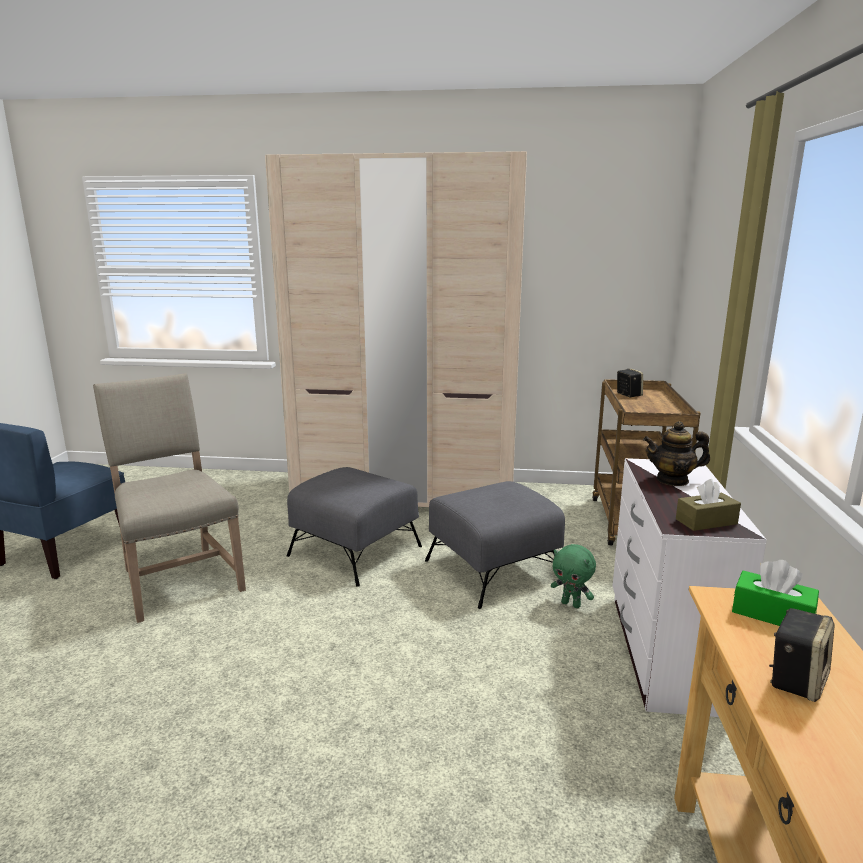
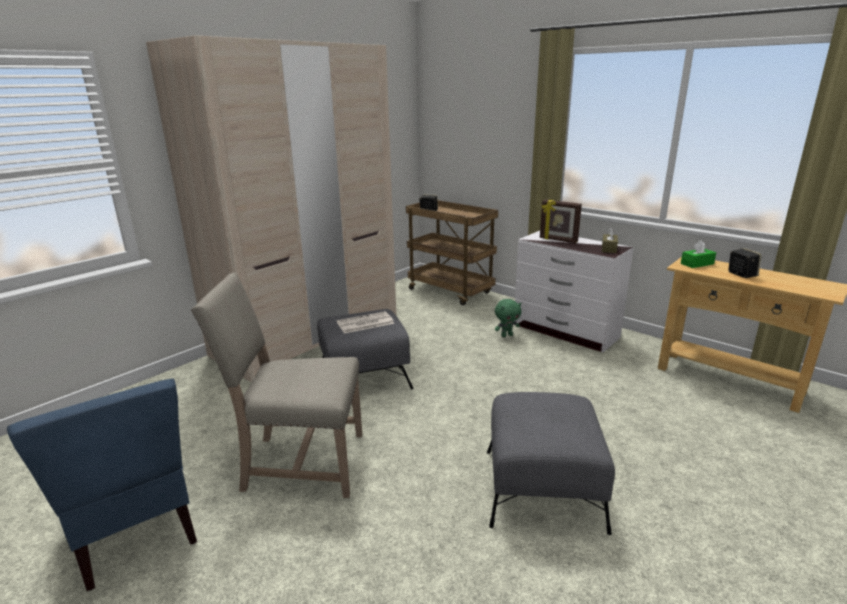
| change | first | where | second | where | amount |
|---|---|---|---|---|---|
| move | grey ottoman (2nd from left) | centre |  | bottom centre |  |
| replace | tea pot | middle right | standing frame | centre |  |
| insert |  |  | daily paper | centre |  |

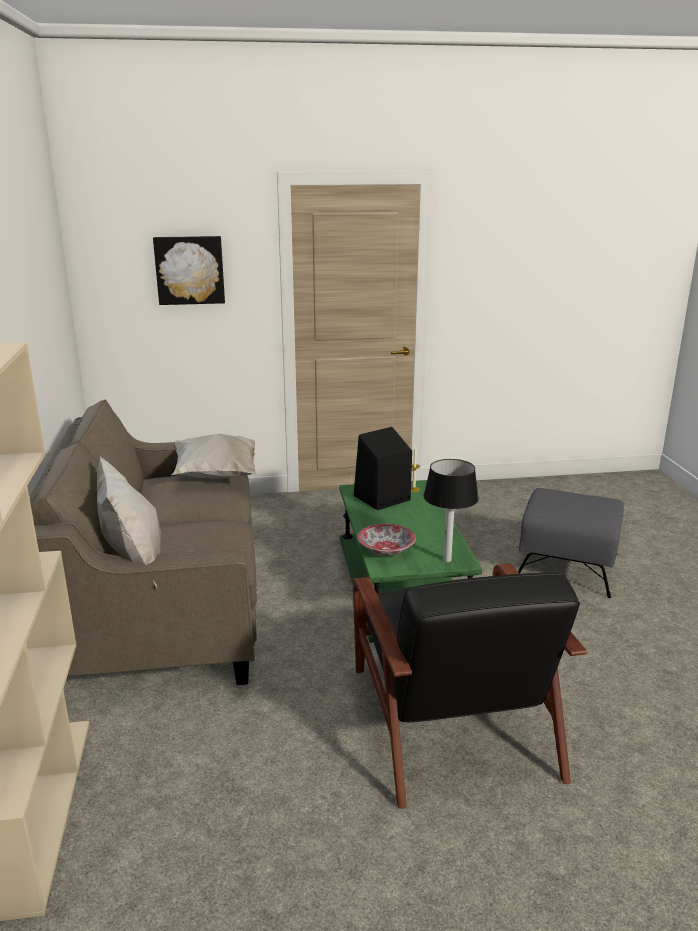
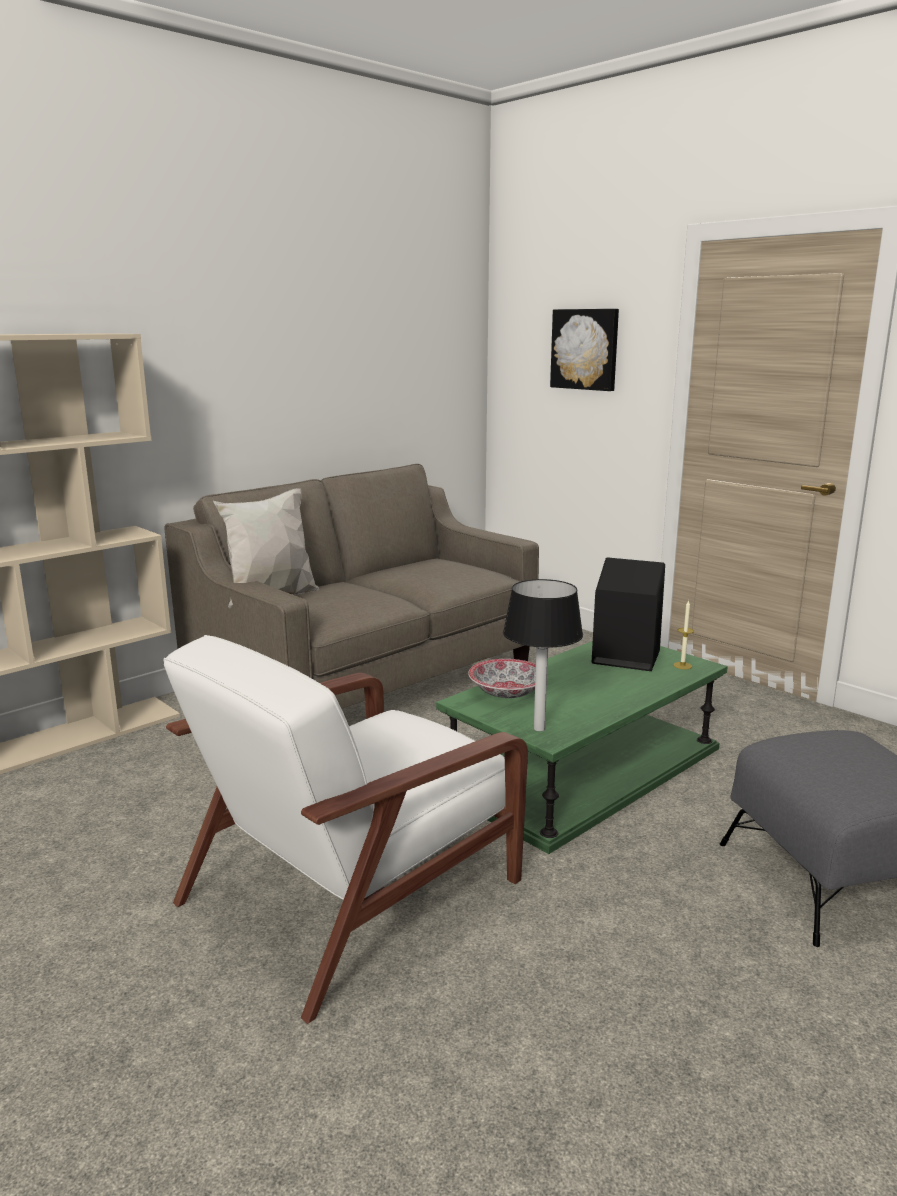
| change | first | where | second | where | amount |
|---|---|---|---|---|---|
| delete | whitish pillow (2nd from left) | middle left |  |  |  |
| recolor | blackish lounge chair | bottom right | whitish lounge chair | bottom centre |  |

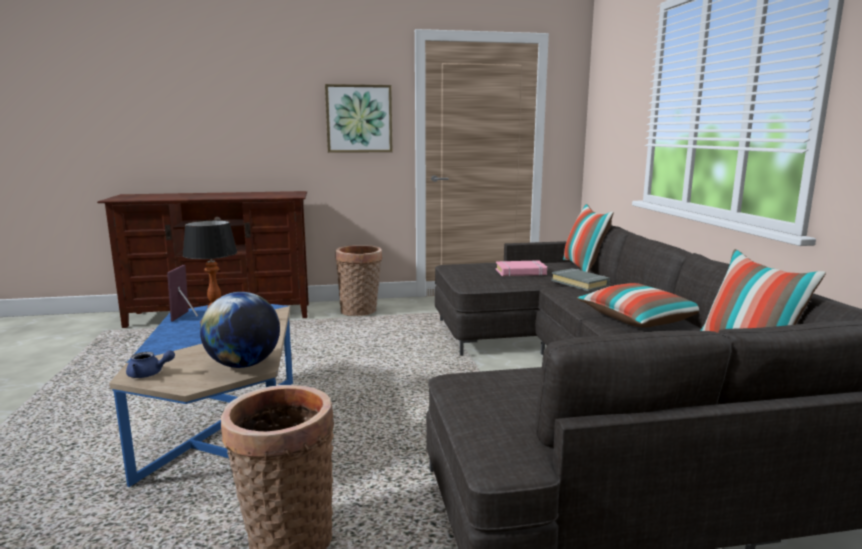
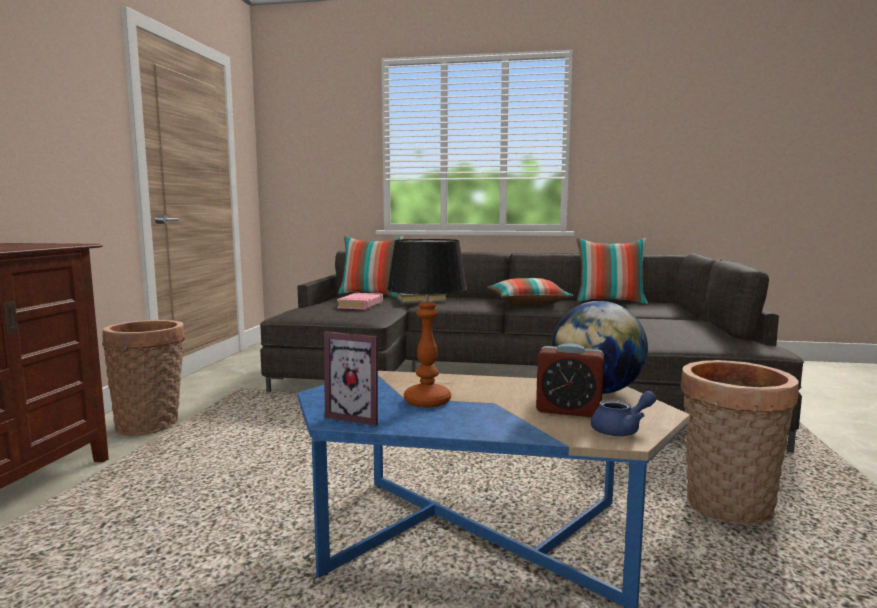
| change | first | where | second | where | amount |
|---|---|---|---|---|---|
| rotate | blue-coloured tea pot | middle left |  | bottom right | 45 degrees clockwise |
| delete | wall picture | top centre |  |  |  |
| insert |  |  | alarm clock | centre |  |

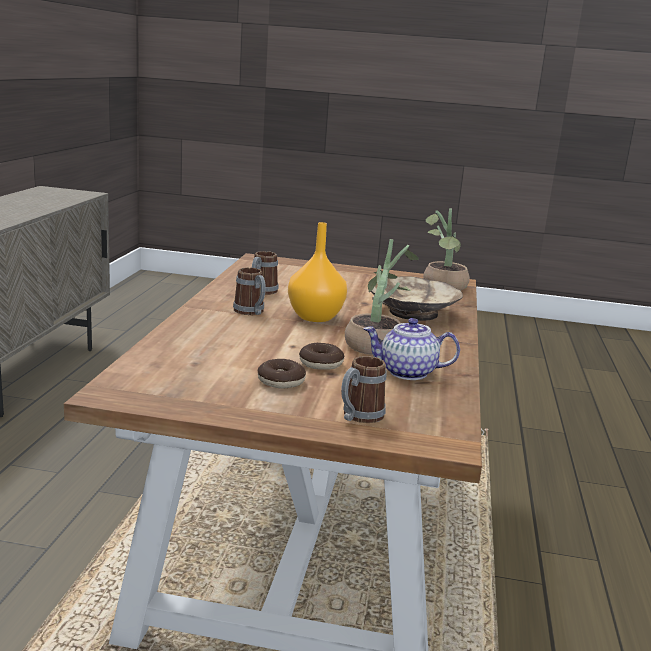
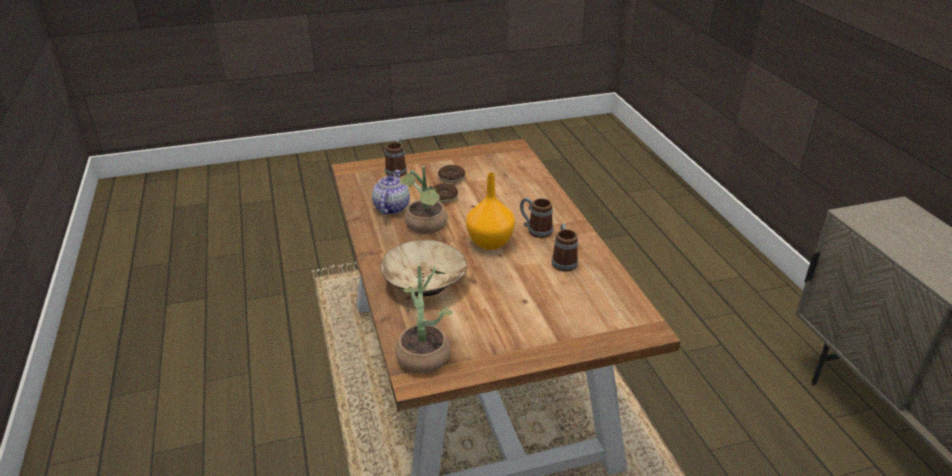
| change | first | where | second | where | amount |
|---|---|---|---|---|---|
| rotate | tea pot | centre |  | centre | 60 degrees counterclockwise |

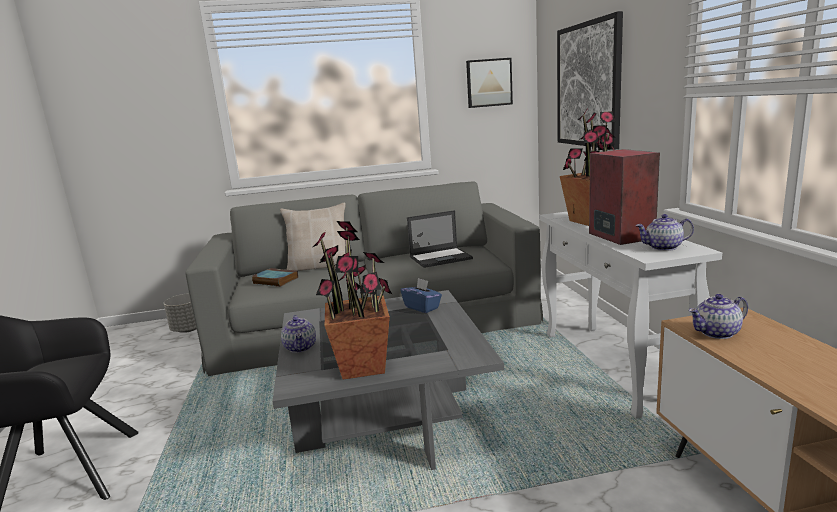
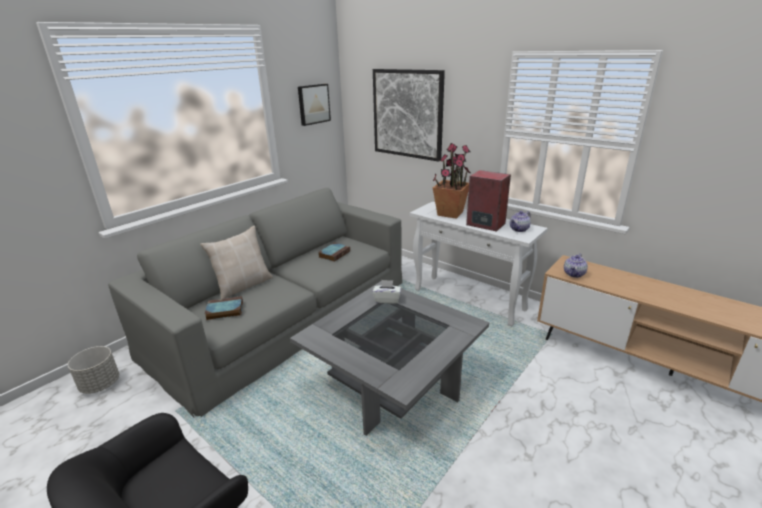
| change | first | where | second | where | amount |
|---|---|---|---|---|---|
| delete | tea pot (1st from left) | centre |  |  |  |
| delete | potted plant (1st from left) | centre |  |  |  |
| recolor | blue-coloured tissue holder | centre | whitish tissue holder | centre |  |
| replace | laptop | centre | book (2nd from left) | centre |  |

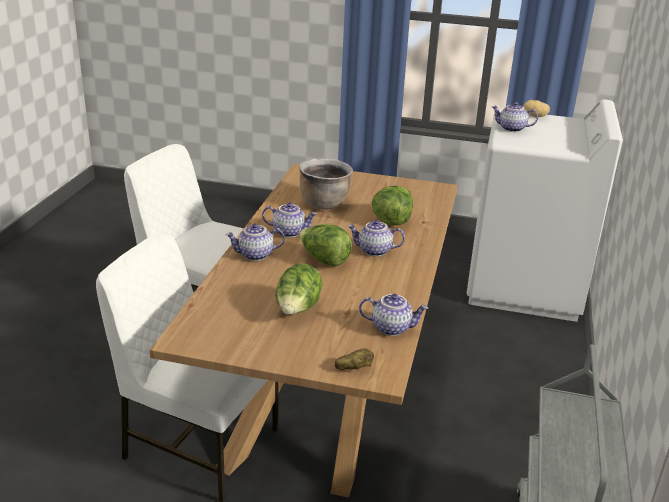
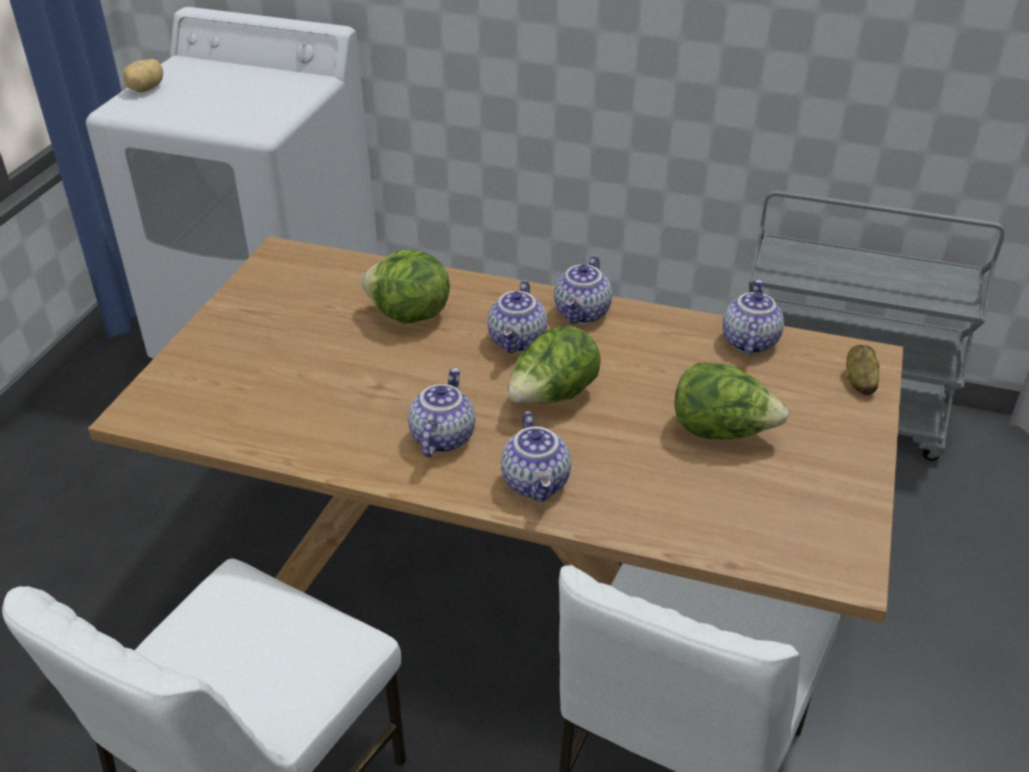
| change | first | where | second | where | amount |
|---|---|---|---|---|---|
| delete | brown-coloured cooking pot | centre |  |  |  |
| move | tea pot (5th from left in the first image) | top right | tea pot (4th from left) | centre |  |

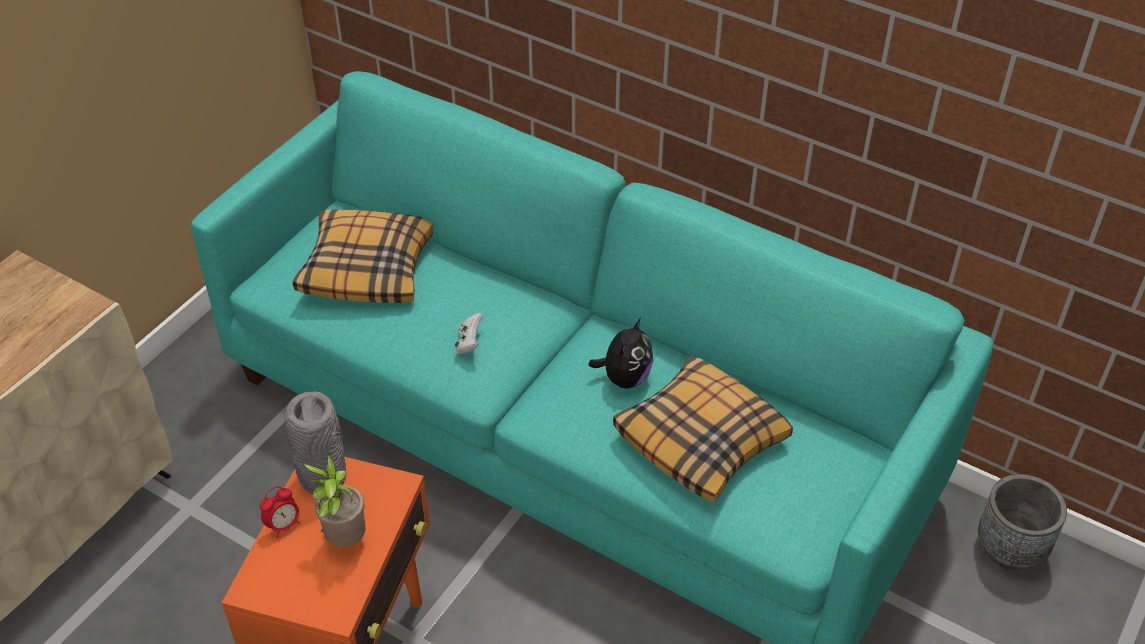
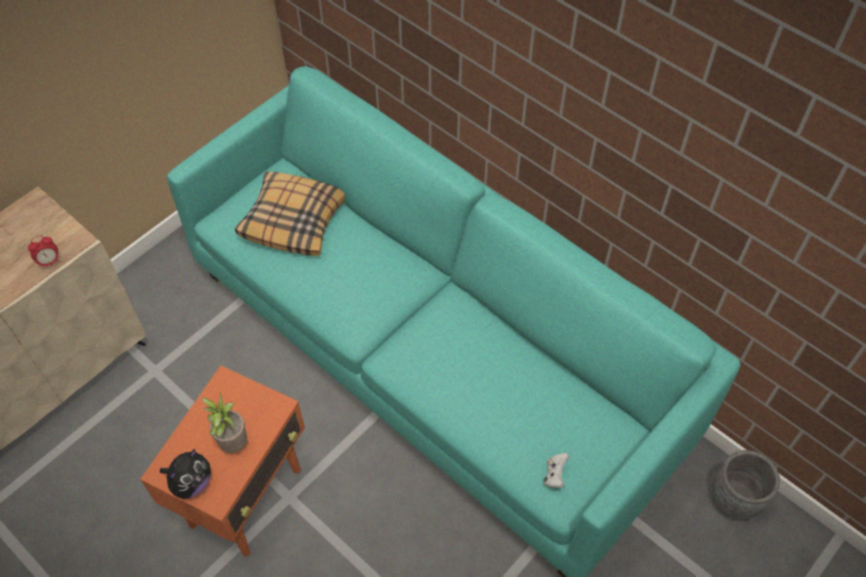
| change | first | where | second | where | amount |
|---|---|---|---|---|---|
| move | alarm clock | bottom left |  | middle left |  |
| delete | grey vase | bottom left |  |  |  |
| move | whitish game controller | centre |  | bottom centre |  |
| move | plush toy | centre |  | bottom left |  |
| delete | pillow (2nd from left) | centre |  |  |  |

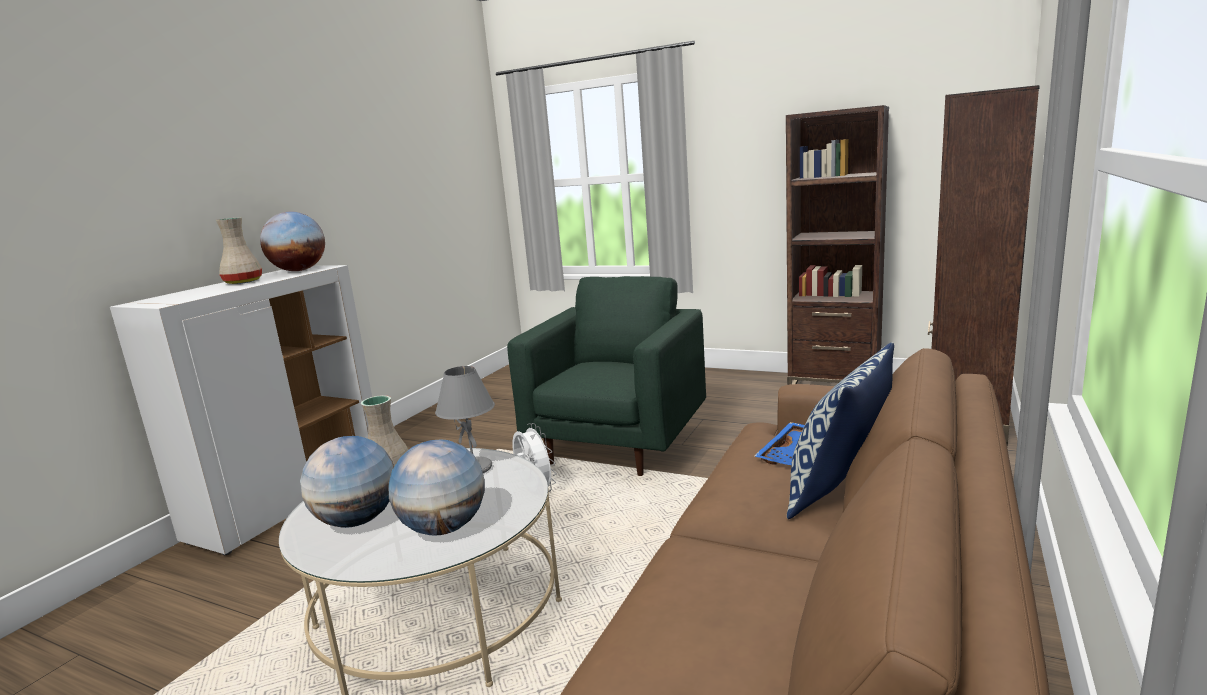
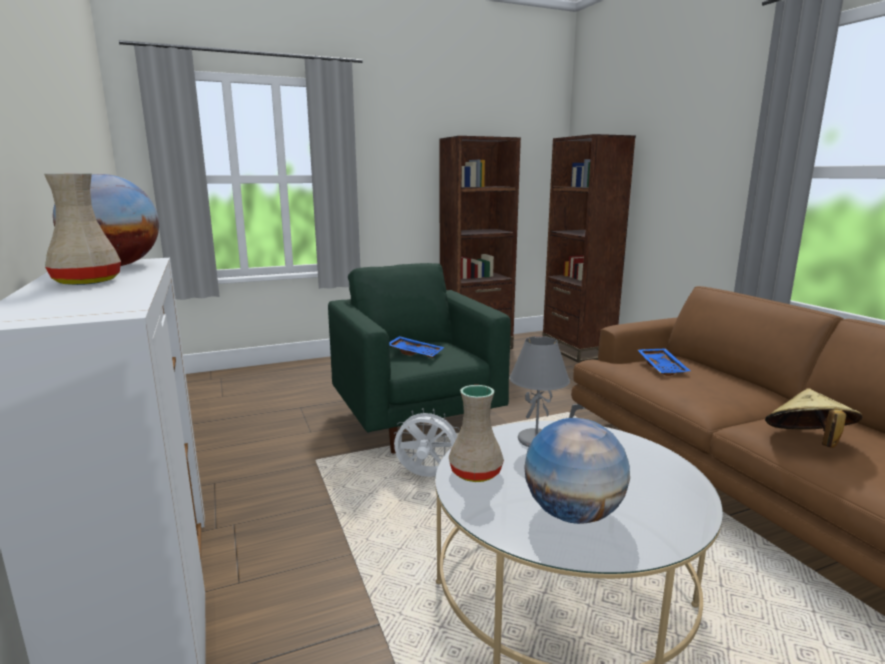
| change | first | where | second | where | amount |
|---|---|---|---|---|---|
| delete | world globe (3rd from left) | bottom centre |  |  |  |
| delete | pillow | middle right |  |  |  |
| insert |  |  | blue-coloured tray (1st from left) | centre |  |
| insert |  |  | beige-coloured wearable hat | middle right |  |

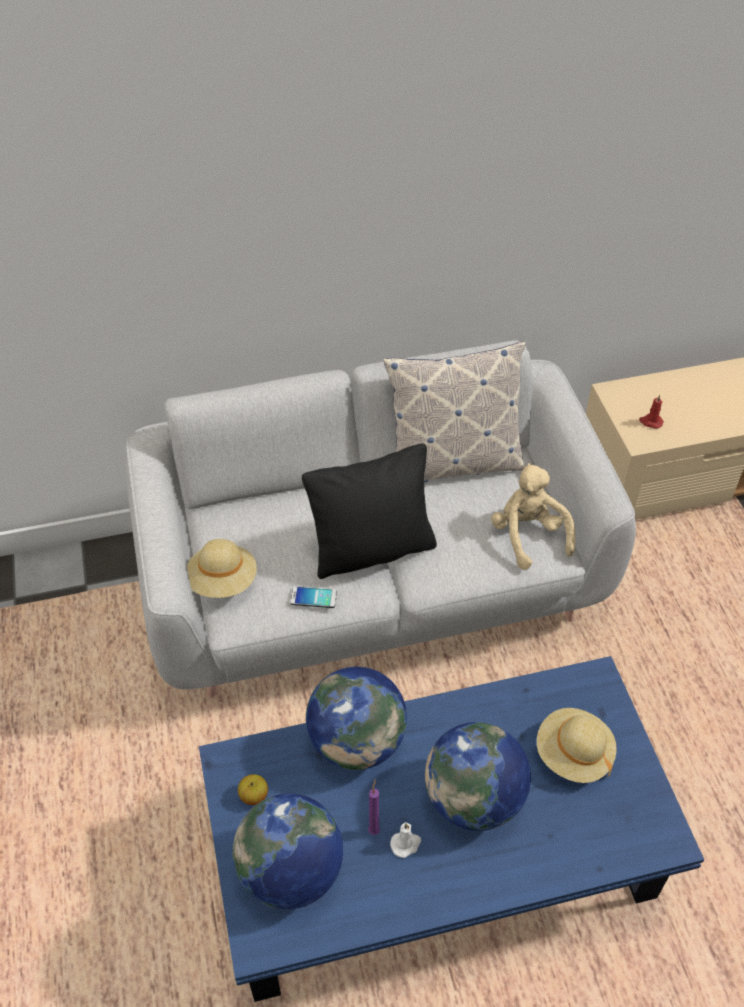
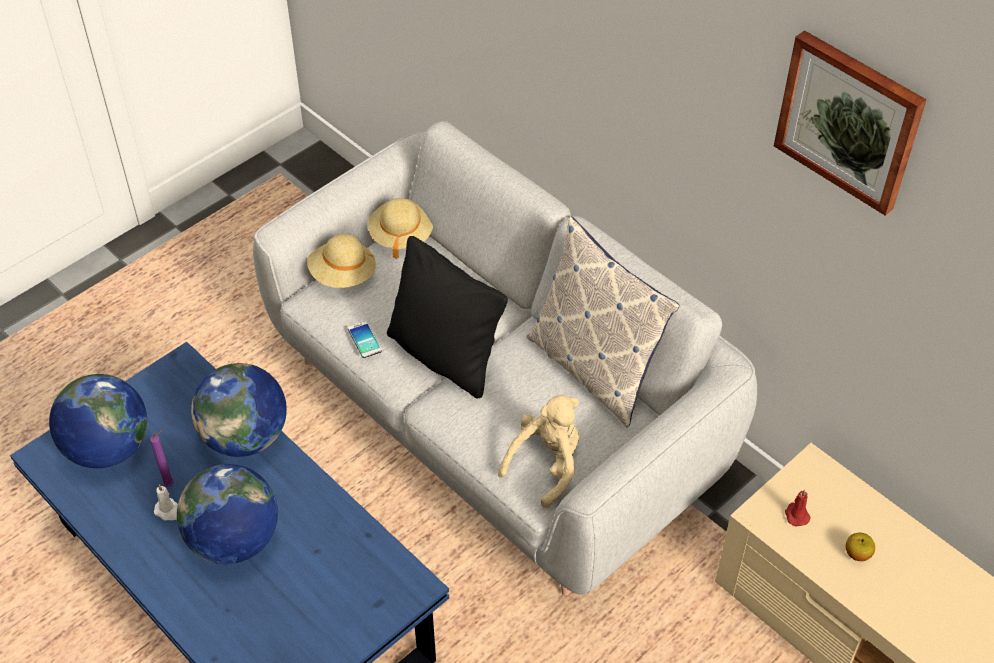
| change | first | where | second | where | amount |
|---|---|---|---|---|---|
| move | apple | bottom centre |  | bottom right |  |
| move | beige-coloured wearable hat (2nd from left) | bottom right |  | centre |  |
| insert |  |  | wall picture | top right |  |

